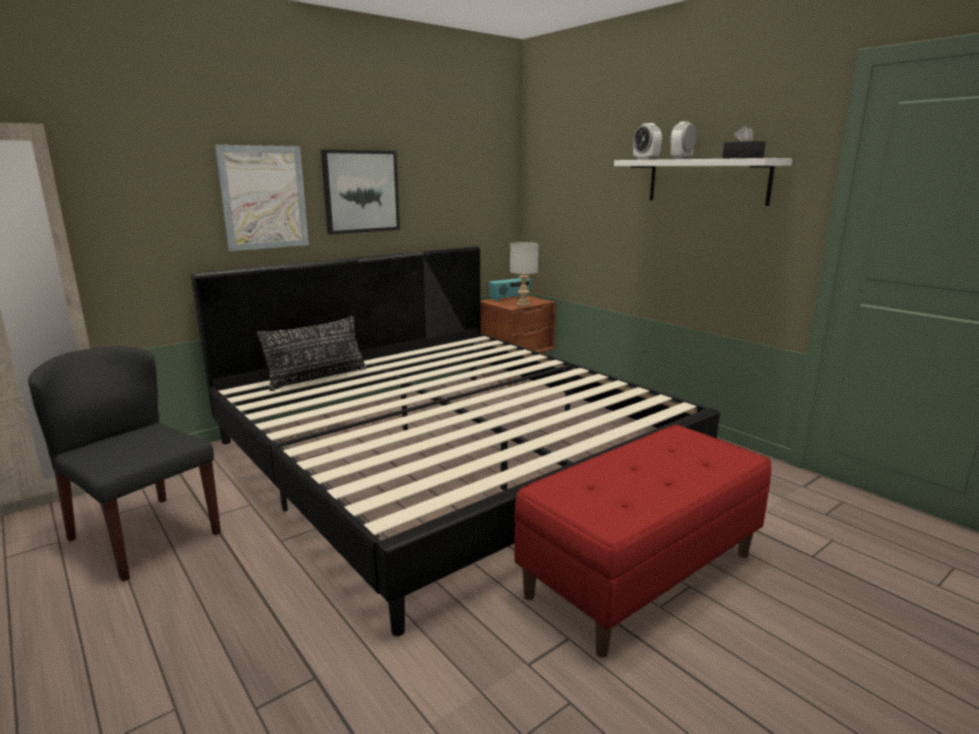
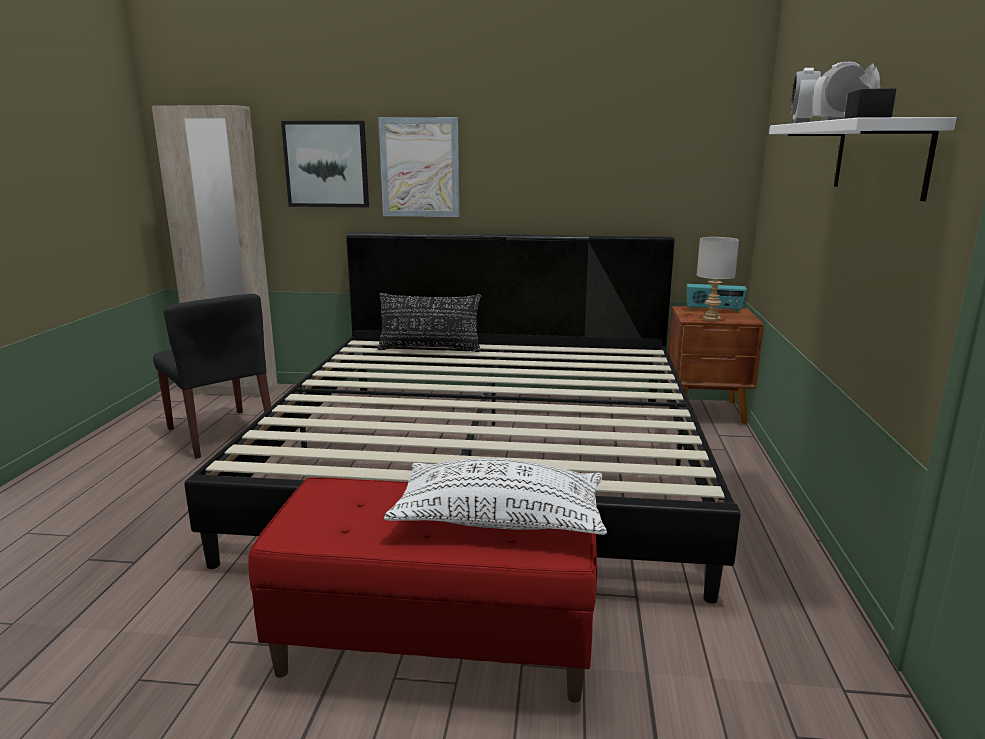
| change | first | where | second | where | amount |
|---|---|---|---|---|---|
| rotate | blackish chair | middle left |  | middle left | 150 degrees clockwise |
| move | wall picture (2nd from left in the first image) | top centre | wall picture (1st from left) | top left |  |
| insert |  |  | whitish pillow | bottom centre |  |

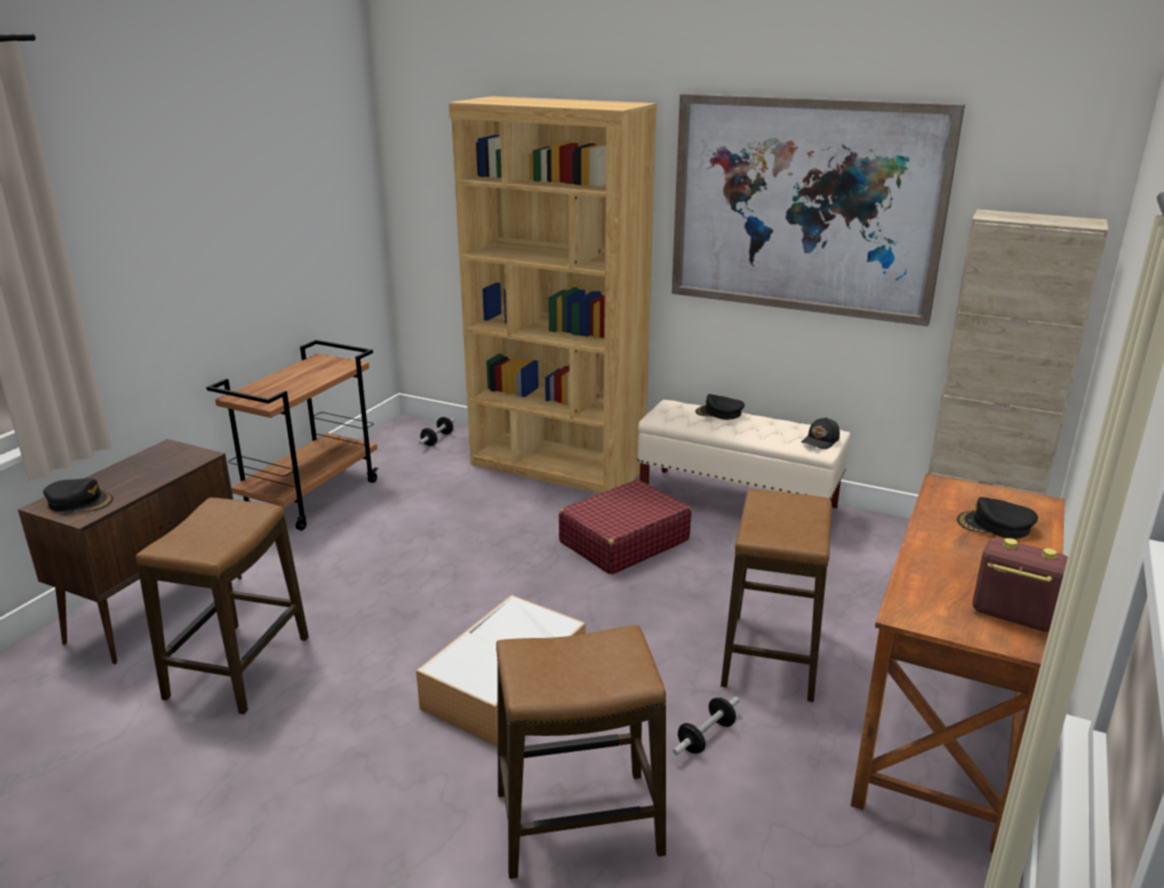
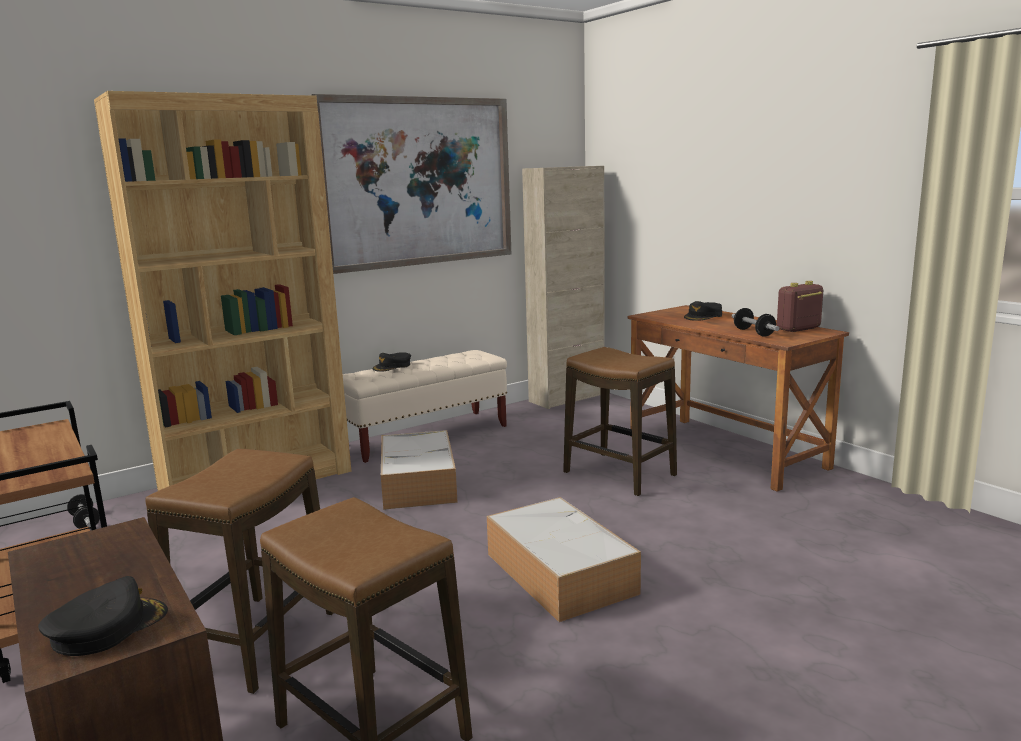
| change | first | where | second | where | amount |
|---|---|---|---|---|---|
| move | stool seat (2nd from left in the first image) | bottom centre | stool seat (1st from left) | bottom left |  |
| replace | red suitcase | centre | storage bin (1st from left) | centre |  |
| move | dumbbell (2nd from left) | bottom centre |  | middle right |  |
| delete | blackish cap (3rd from left) | middle right |  |  |  |

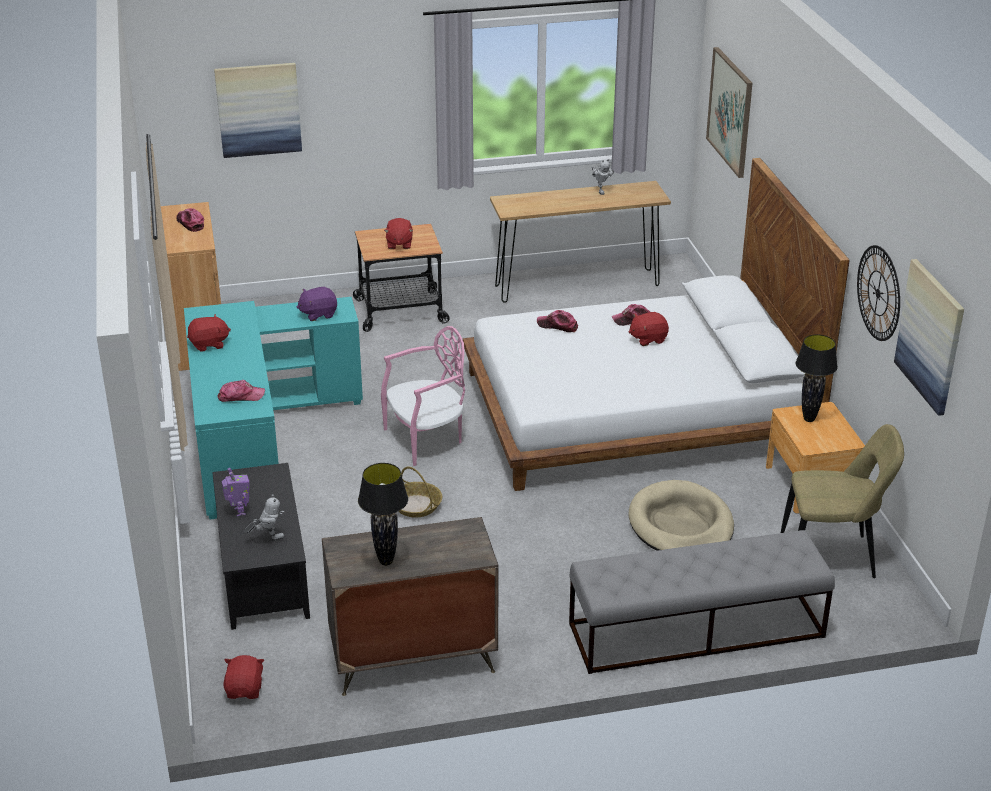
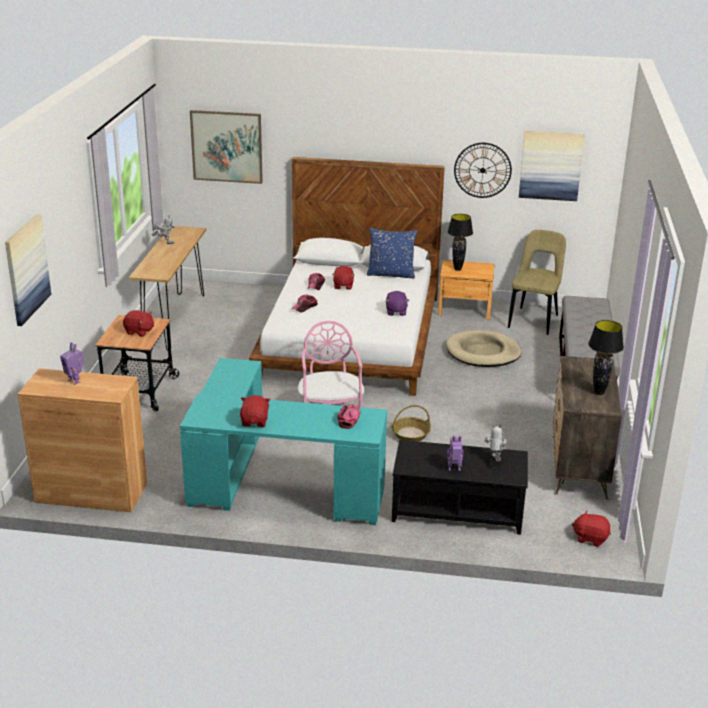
| change | first | where | second | where | amount |
|---|---|---|---|---|---|
| replace | cap (1st from left) | top left | model robot (1st from left) | middle left |  |
| move | purple-coloured plush toy | middle left |  | centre |  |
| insert |  |  | blue-coloured pillow | centre |  |

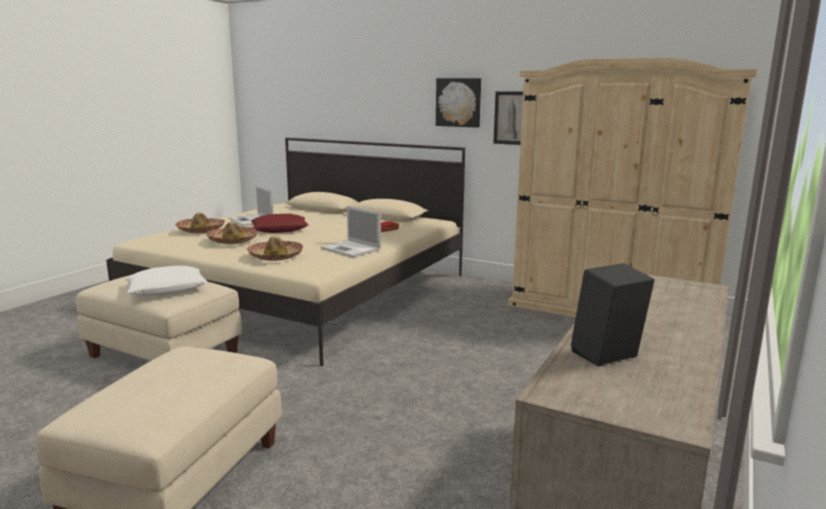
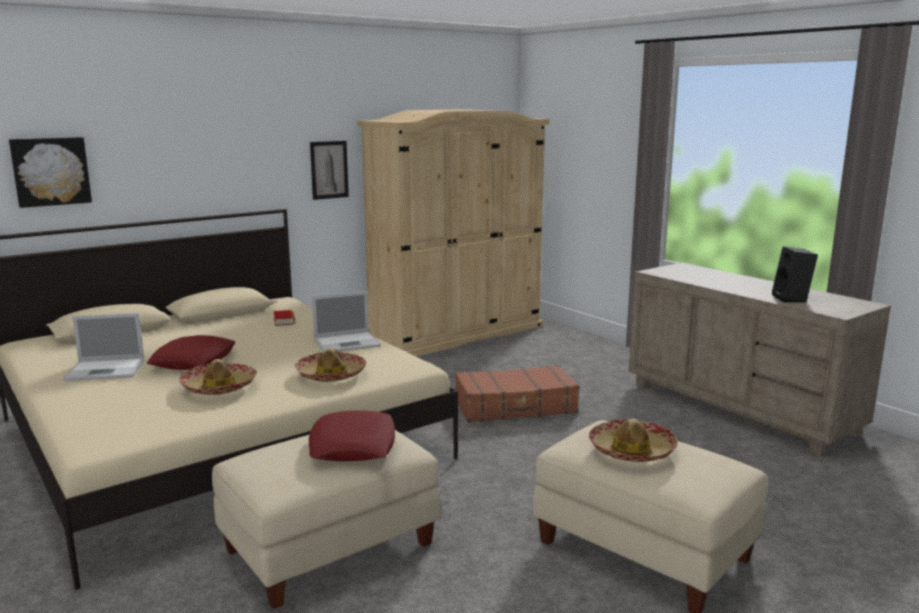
| change | first | where | second | where | amount |
|---|---|---|---|---|---|
| recolor | whitish pillow | middle left | red pillow (2nd from left) | bottom centre |  |
| move | wearable hat (1st from left in the first image) | middle left | wearable hat (3rd from left) | bottom right |  |
| move | wall picture (1st from left) | top centre |  | top left |  |
| insert |  |  | brown-coloured suitcase | centre |  |

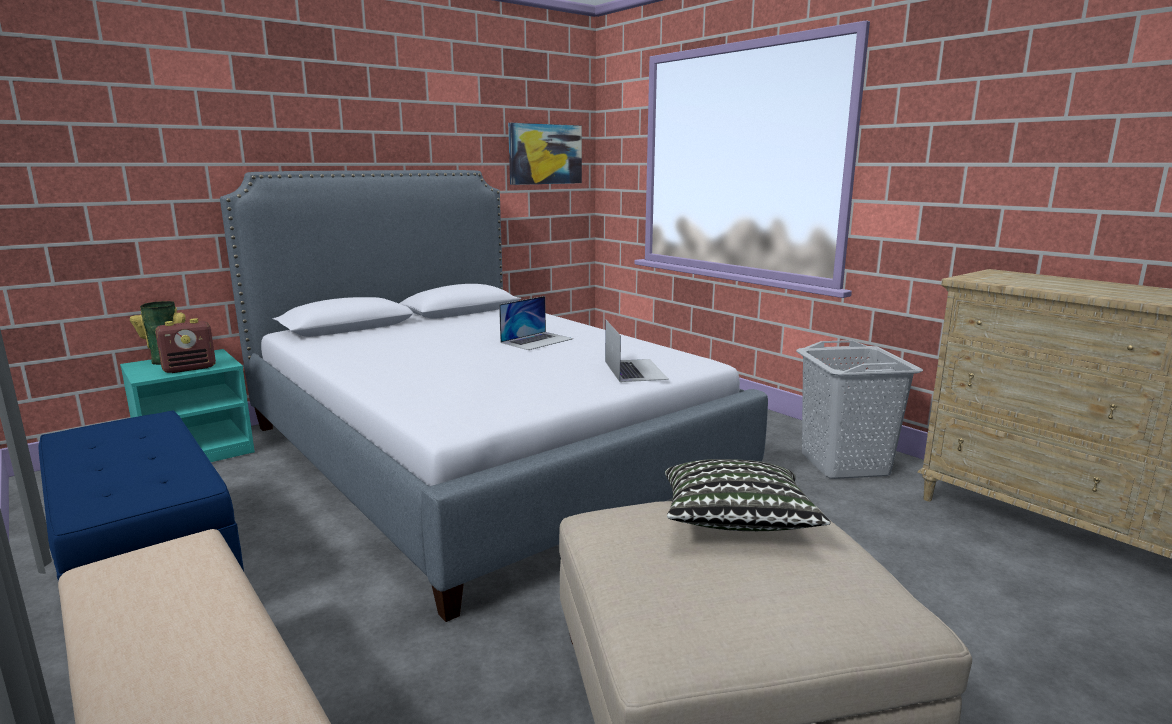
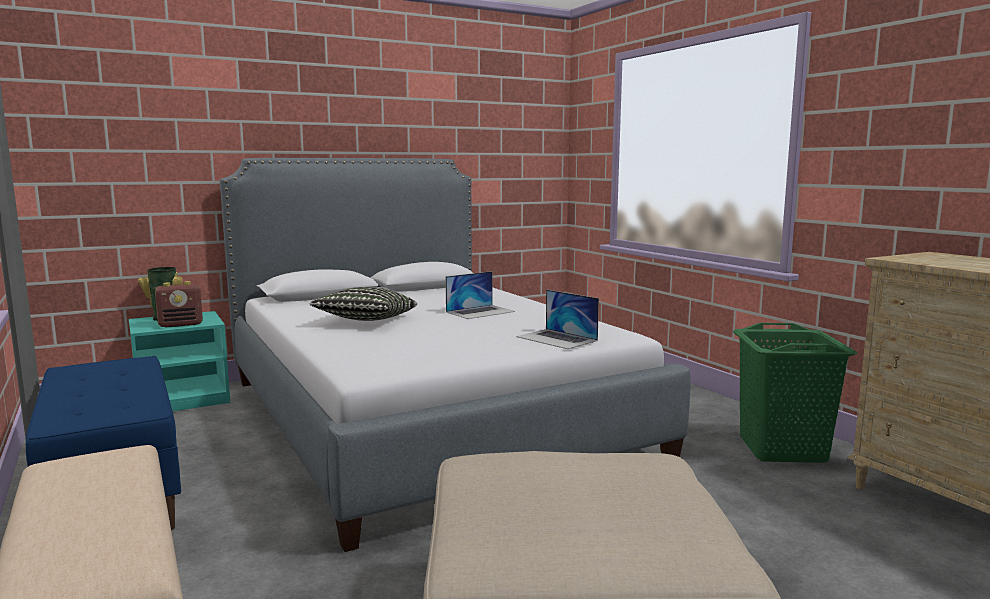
| change | first | where | second | where | amount |
|---|---|---|---|---|---|
| delete | wall picture | top centre |  |  |  |
| rotate | laptop (2nd from left) | centre |  | centre | 135 degrees clockwise |
| move | pillow | bottom centre |  | centre |  |
| recolor | grey hamper | middle right | greenish hamper | middle right |  |

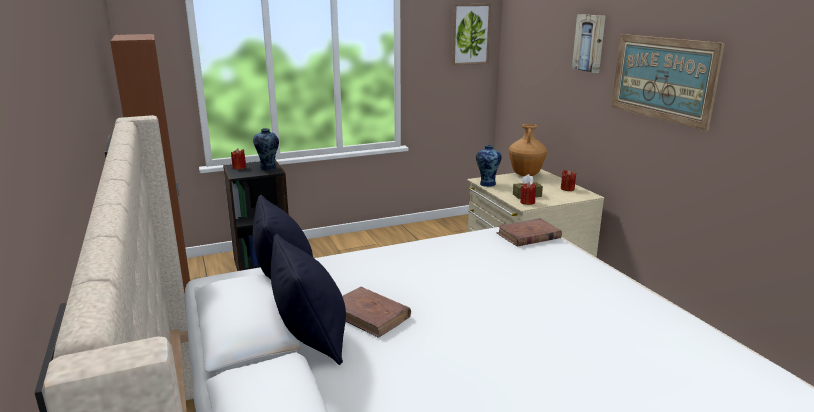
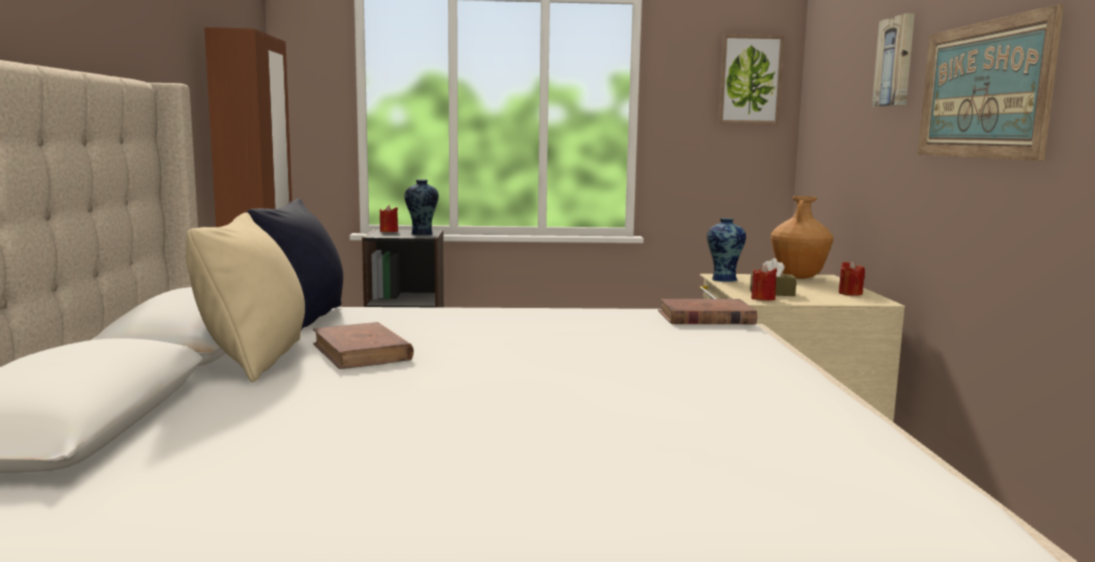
| change | first | where | second | where | amount |
|---|---|---|---|---|---|
| recolor | blackish pillow (2nd from left) | bottom centre | beige-coloured pillow | middle left |  |

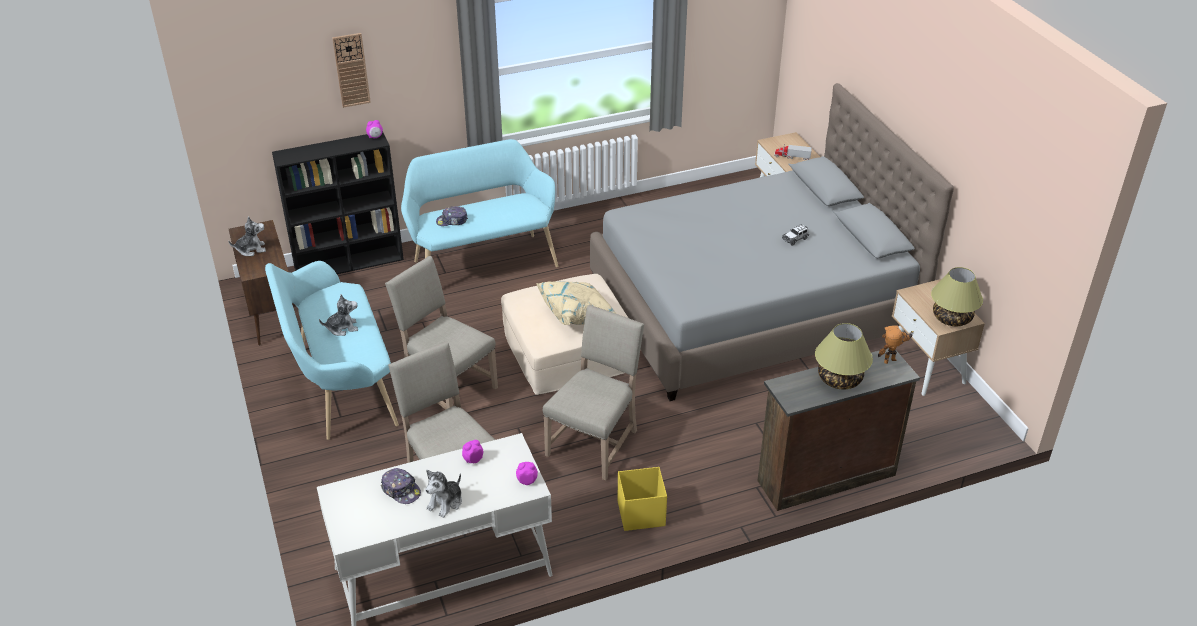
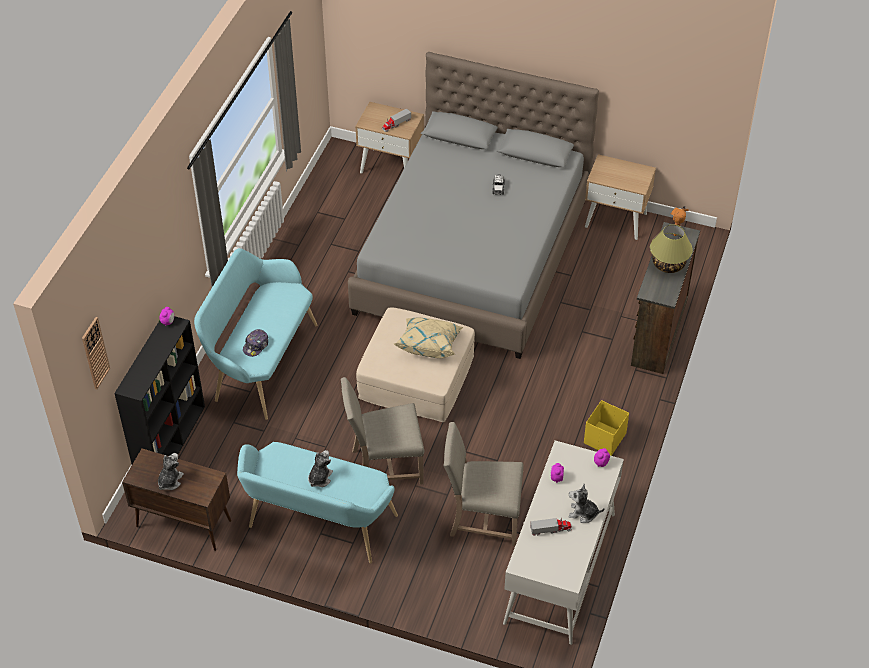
| change | first | where | second | where | amount |
|---|---|---|---|---|---|
| move | clock on the wall | top left |  | middle left |  |
| replace | cap (1st from left) | bottom centre | toy lorry (2nd from left) | bottom centre |  |
| rotate | plush toy (3rd from left) | bottom centre |  | bottom right | 120 degrees clockwise |
| delete | beige-coloured chair (3rd from left) | centre |  |  |  |
| delete | table lamp (2nd from left) | middle right |  |  |  |

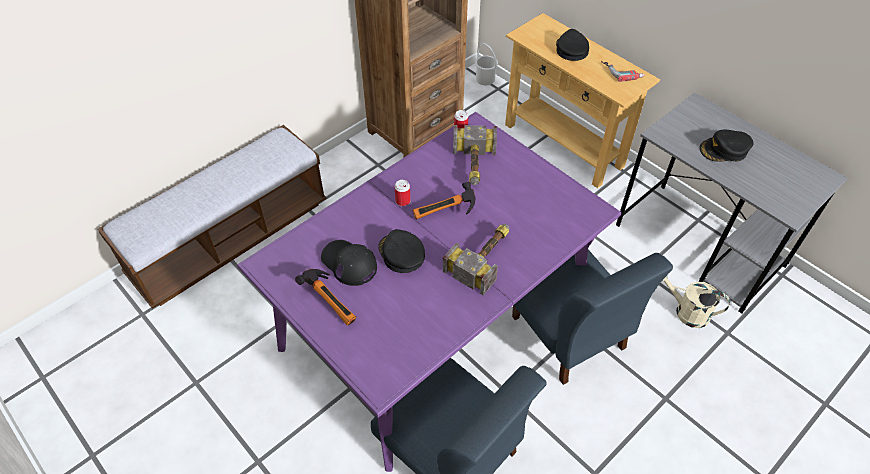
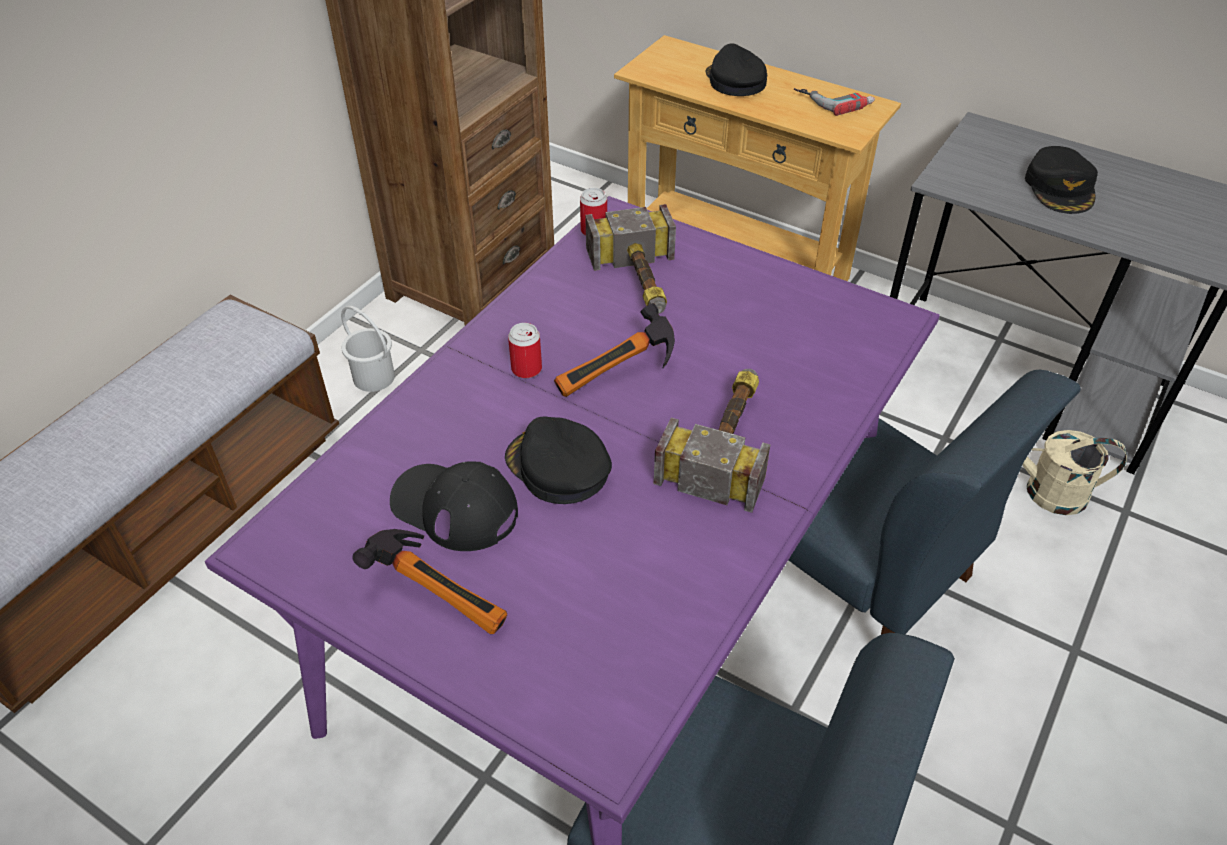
| change | first | where | second | where | amount |
|---|---|---|---|---|---|
| move | whitish water bucket | top centre |  | middle left |  |
| rotate | blackish cap (4th from left) | top right |  | top right | 60 degrees counterclockwise |

